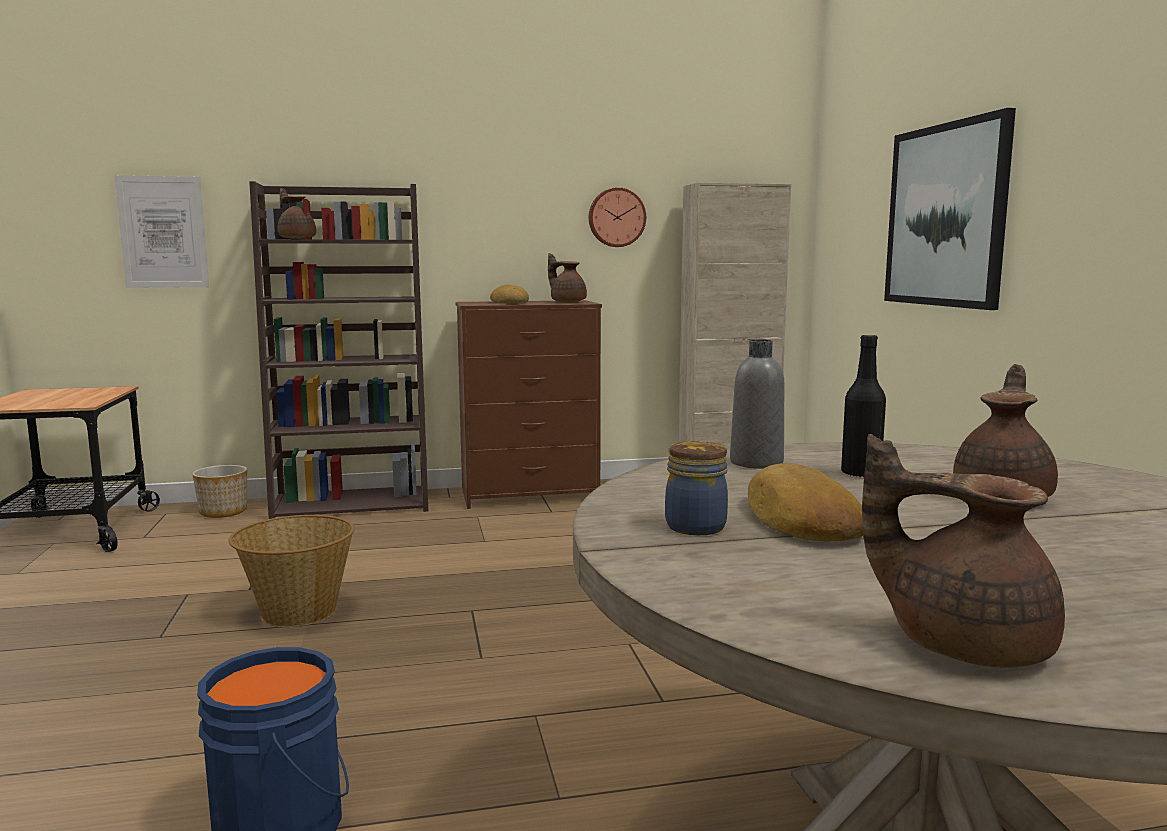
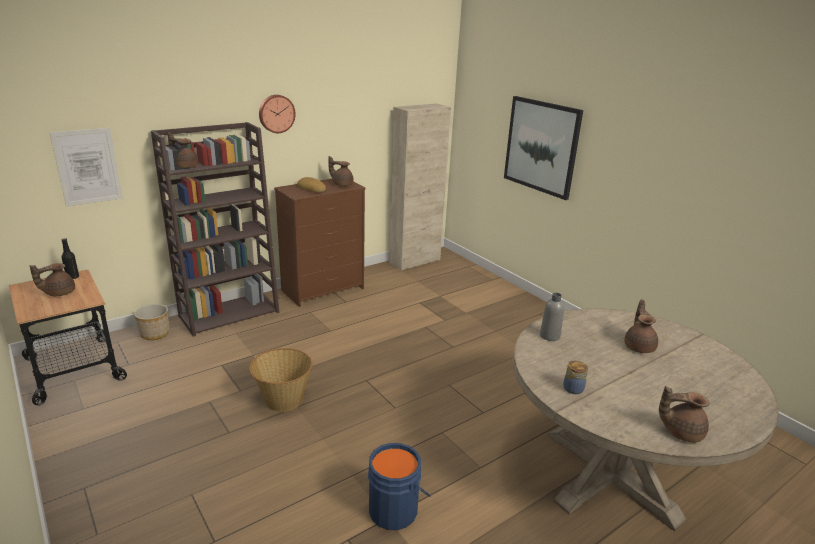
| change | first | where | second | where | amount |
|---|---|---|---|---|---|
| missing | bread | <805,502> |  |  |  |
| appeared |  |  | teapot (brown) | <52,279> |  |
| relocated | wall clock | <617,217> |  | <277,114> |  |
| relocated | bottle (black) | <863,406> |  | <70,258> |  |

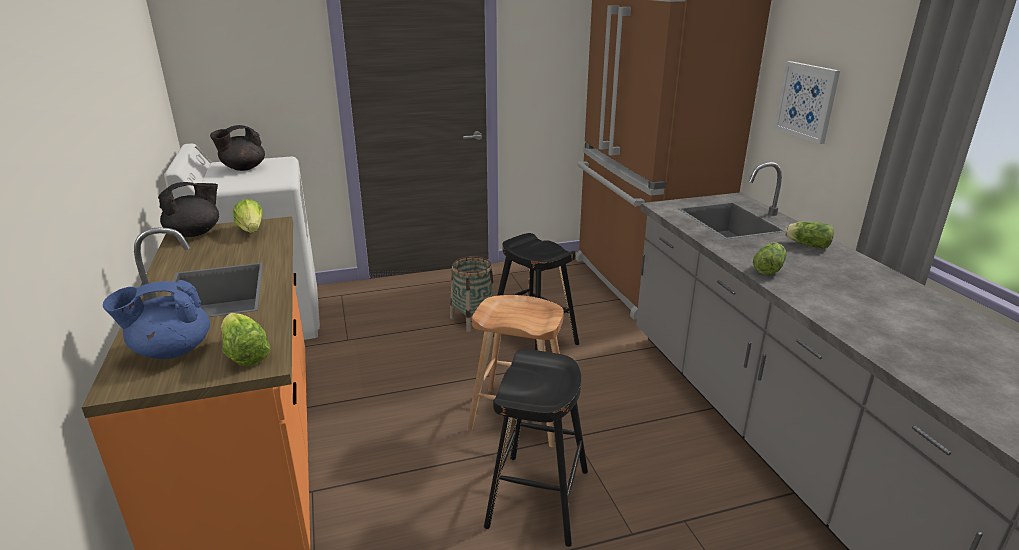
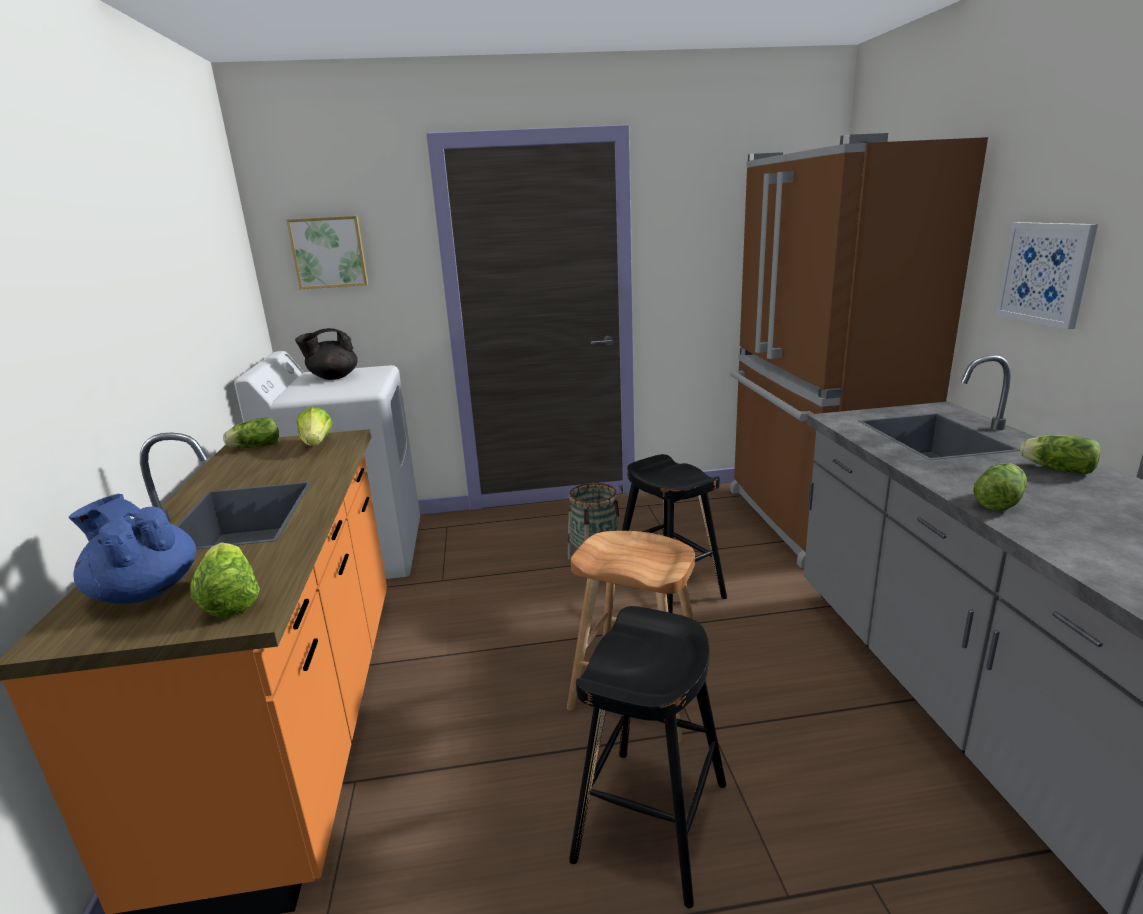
| change | first | where | second | where | amount |
|---|---|---|---|---|---|
| appeared |  |  | picture | <327,252> |  |
| exchanged | teapot (black) | <188,209> | lettuce | <251,432> |  |
| spun | teapot (blue) | <156,319> |  | <132,549> | 45 degrees clockwise |

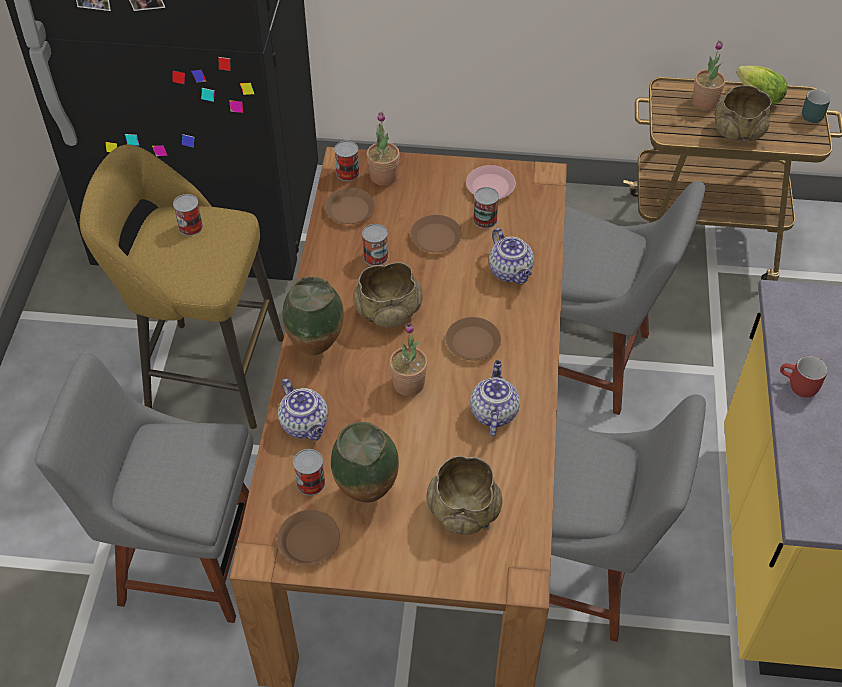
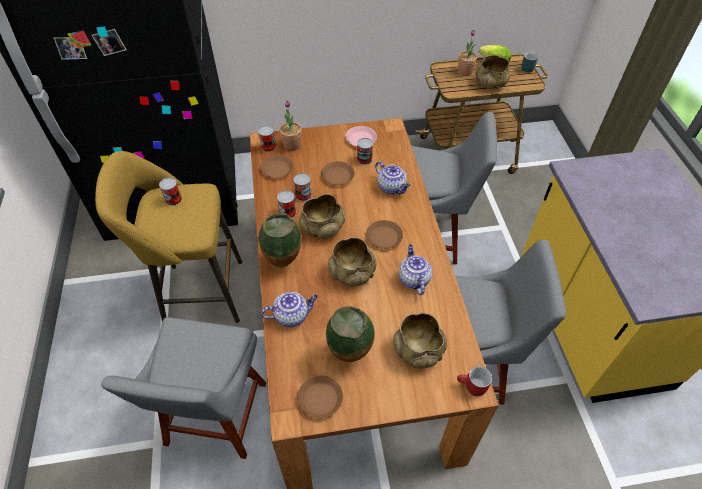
| change | first | where | second | where | amount |
|---|---|---|---|---|---|
| relocated | can | <309,472> |  | <286,204> |  |
| relocated | mug (red) | <804,377> |  | <474,381> |  |
| exchanged | potted plant | <408,359> | bowl (beige) | <352,262> |  |
| spun | chair (grey) | <144,487> |  | <183,388> | 75 degrees counterclockwise |
| spun | teapot | <303,409> |  | <289,309> | 60 degrees counterclockwise |

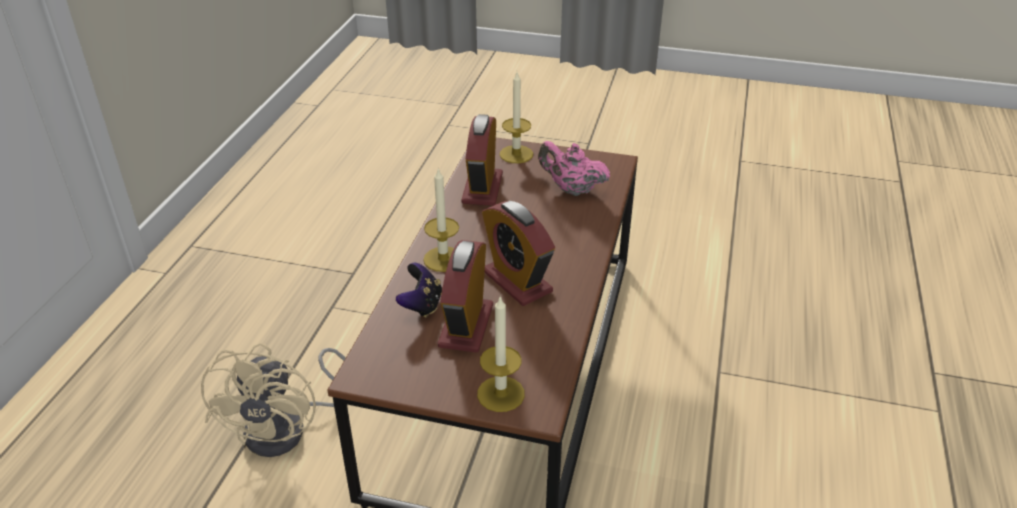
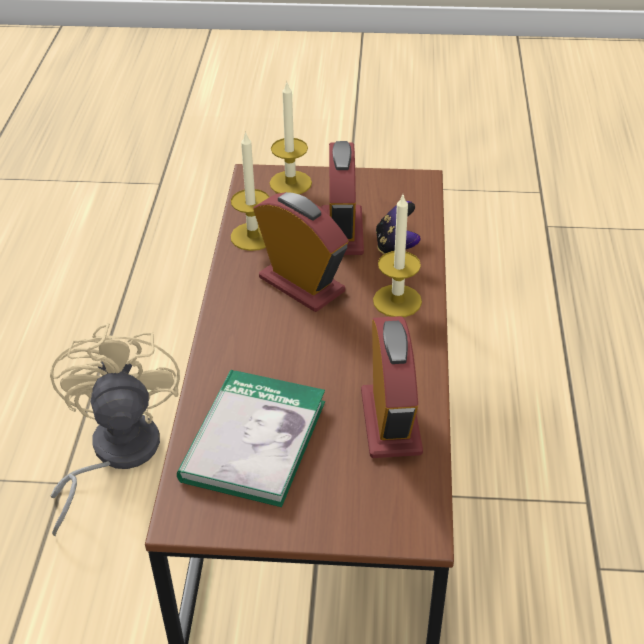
| change | first | where | second | where | amount |
|---|---|---|---|---|---|
| relocated | fan (beige) | <273,400> |  | <115,430> |  |
| relocated | candle | <516,117> |  | <250,191> |  |
| exchanged | teapot (pink) | <574,168> | book | <251,438> |  |

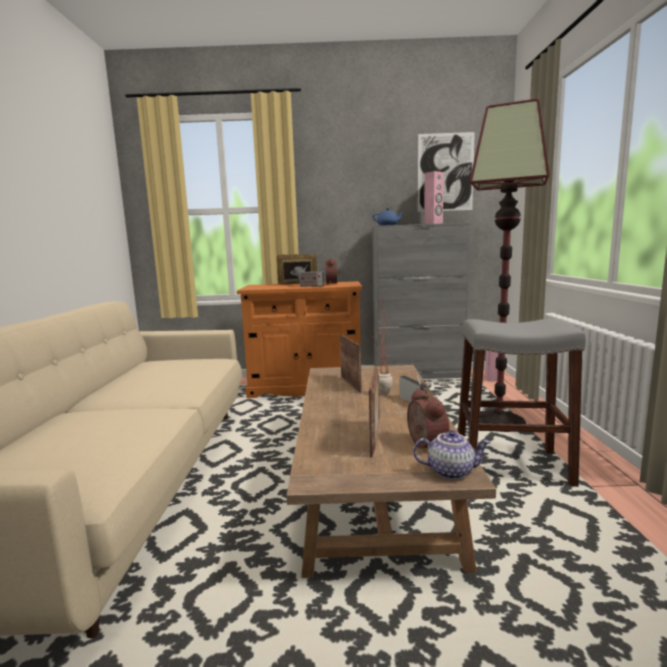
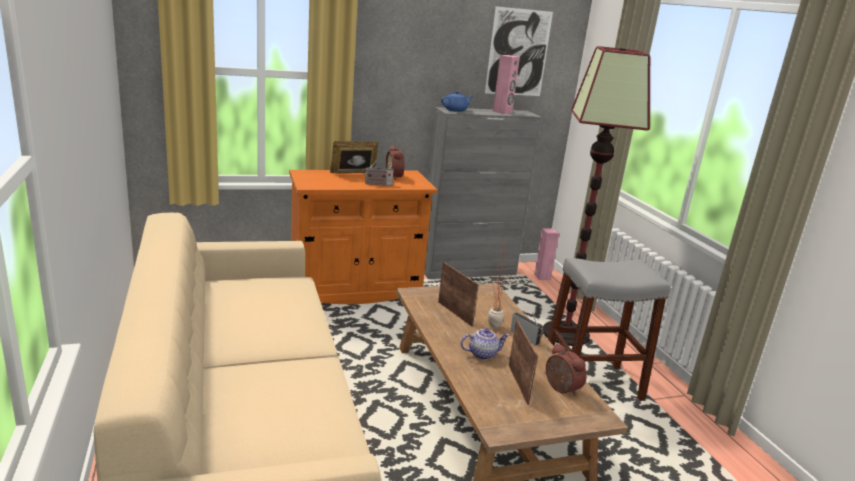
| change | first | where | second | where | amount |
|---|---|---|---|---|---|
| relocated | teapot | <452,455> |  | <485,344> |  |

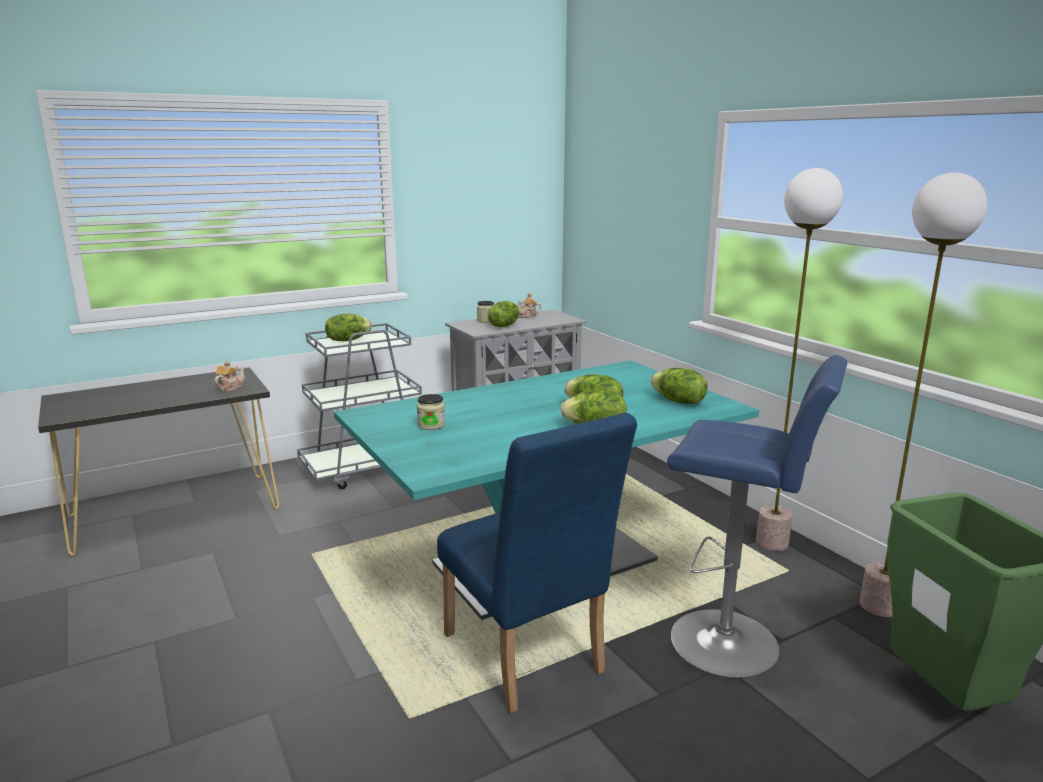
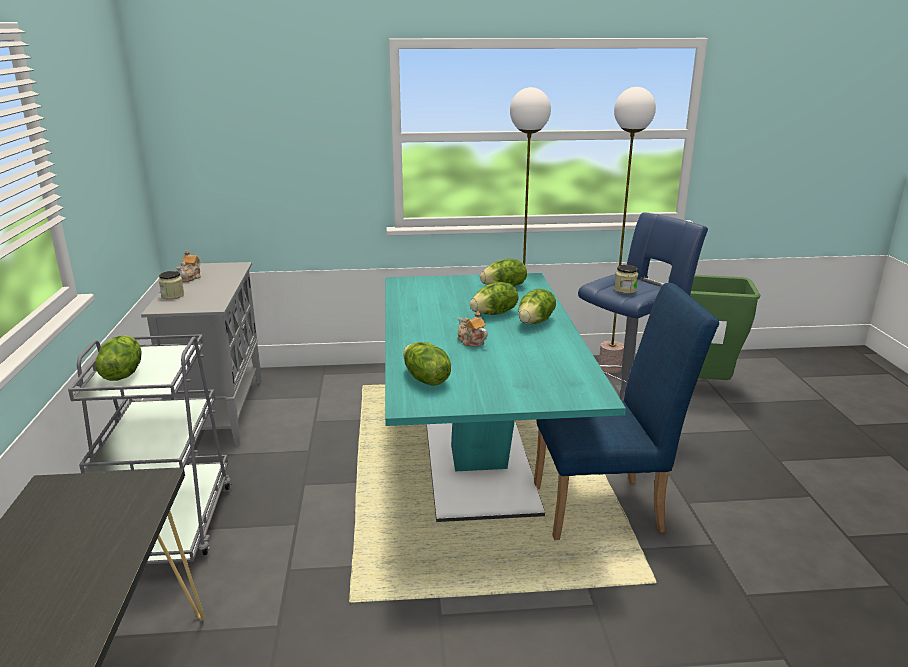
| change | first | where | second | where | amount |
|---|---|---|---|---|---|
| relocated | teapot | <229,376> |  | <472,329> |  |
| relocated | jar | <431,412> |  | <626,279> |  |
| relocated | lettuce | <503,314> |  | <427,364> |  |

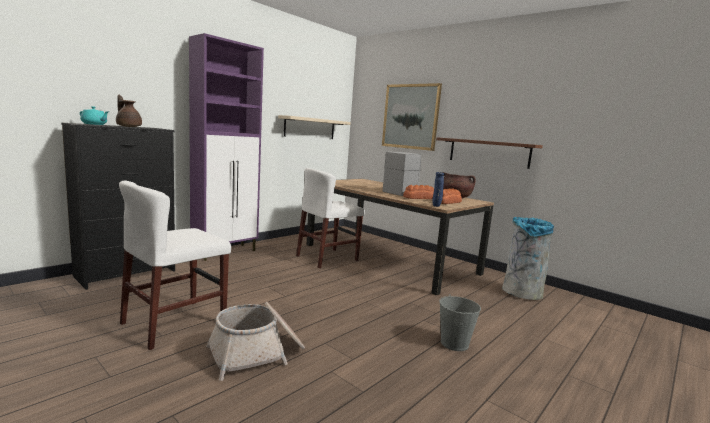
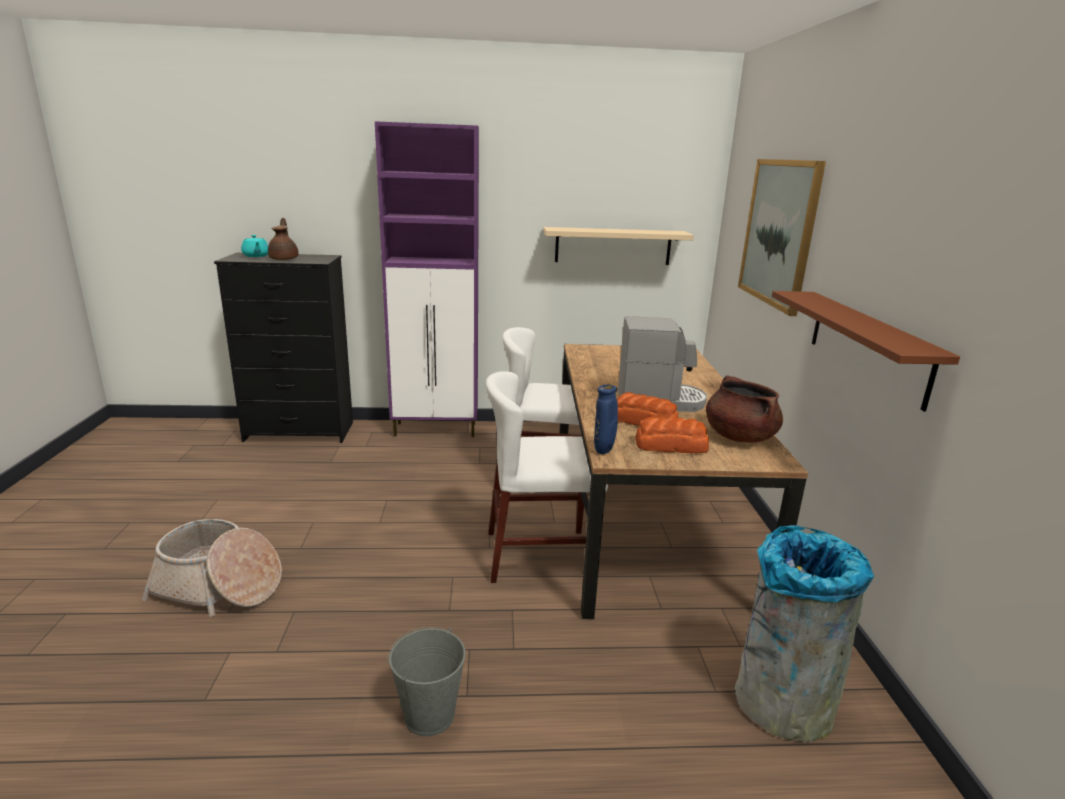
| change | first | where | second | where | amount |
|---|---|---|---|---|---|
| relocated | chair (white) | <175,265> |  | <547,477> |  |

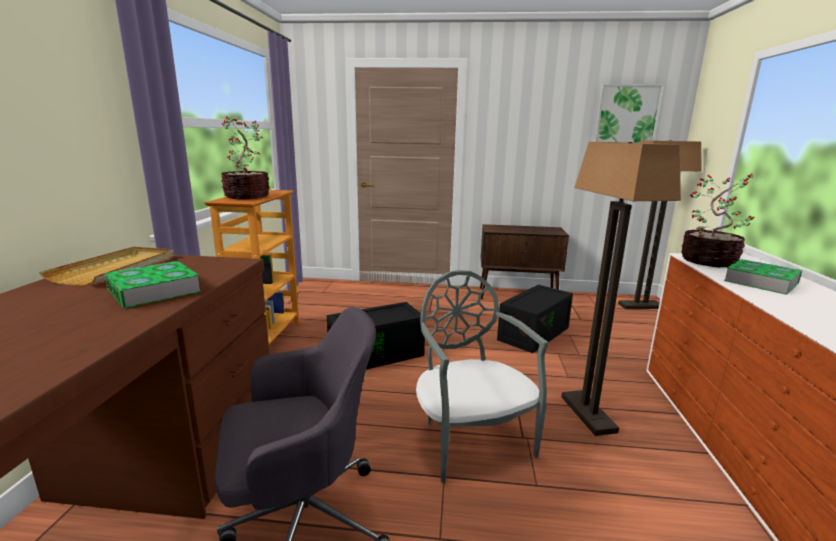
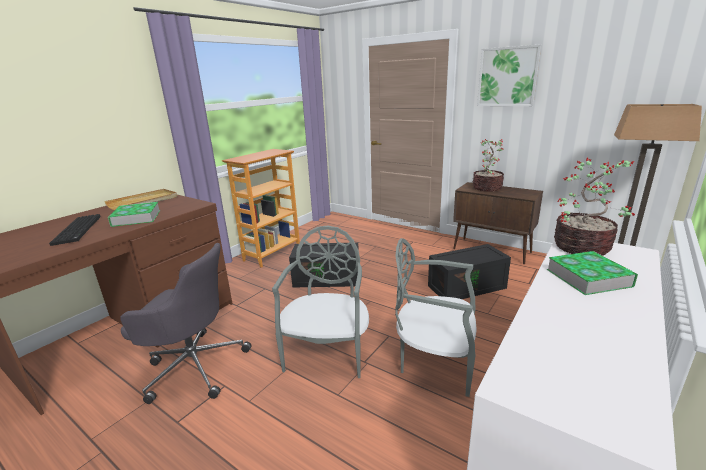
| change | first | where | second | where | amount |
|---|---|---|---|---|---|
| appeared |  |  | keyboard | <75,230> |  |
| relocated | potted plant | <245,157> |  | <488,165> |  |
| relocated | picture | <629,113> |  | <509,75> |  |
| exchanged | floor lamp | <621,289> | chair (grey) | <436,317> |  |

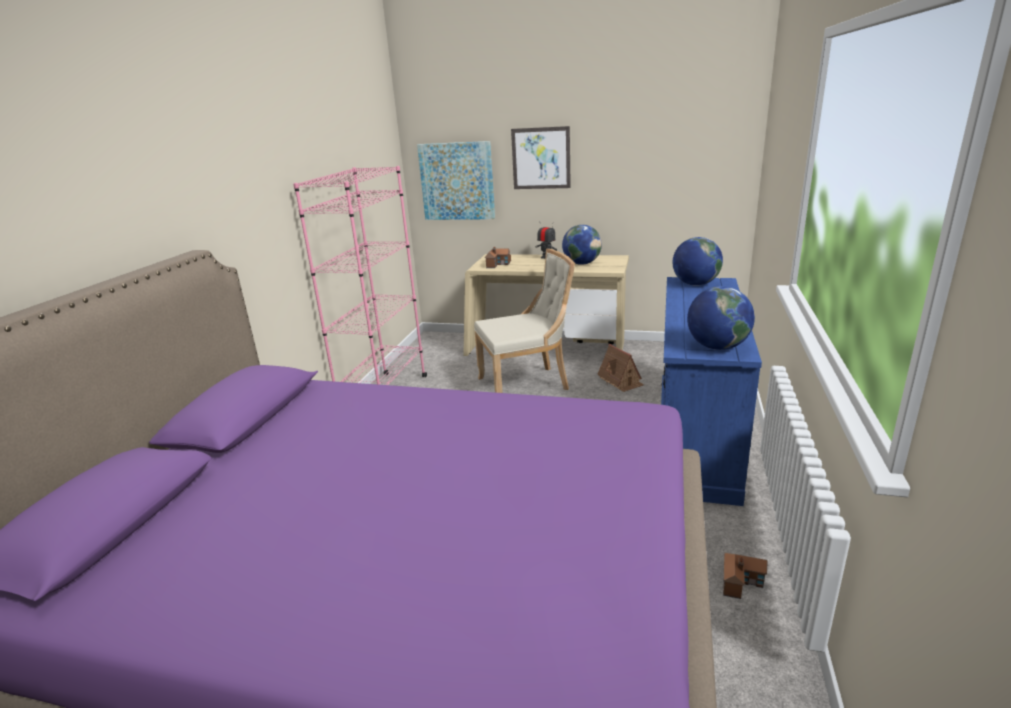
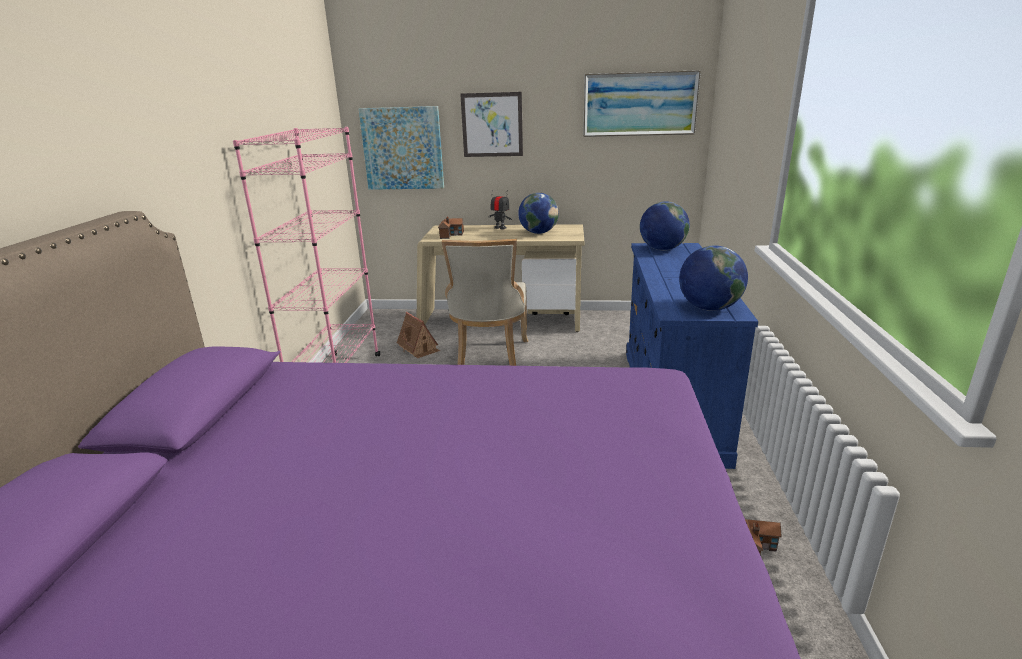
| change | first | where | second | where | amount |
|---|---|---|---|---|---|
| appeared |  |  | picture | <642,103> |  |
| relocated | toy house | <620,368> |  | <418,335> |  |
| spun | chair (beige) | <524,321> |  | <485,302> | 120 degrees clockwise |

